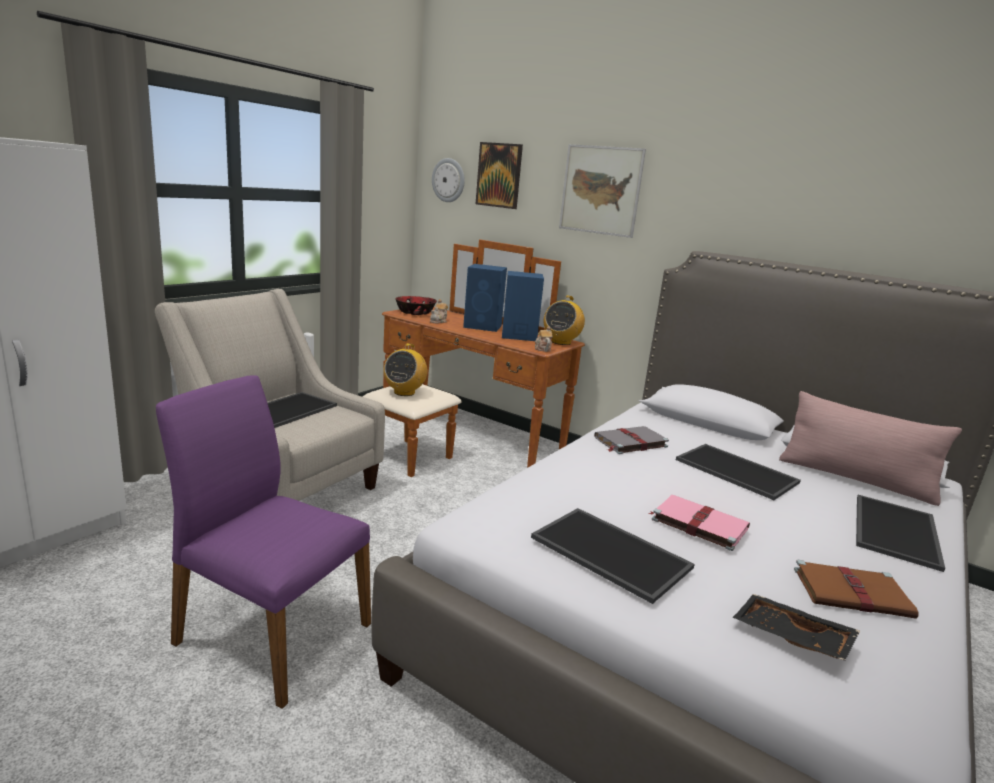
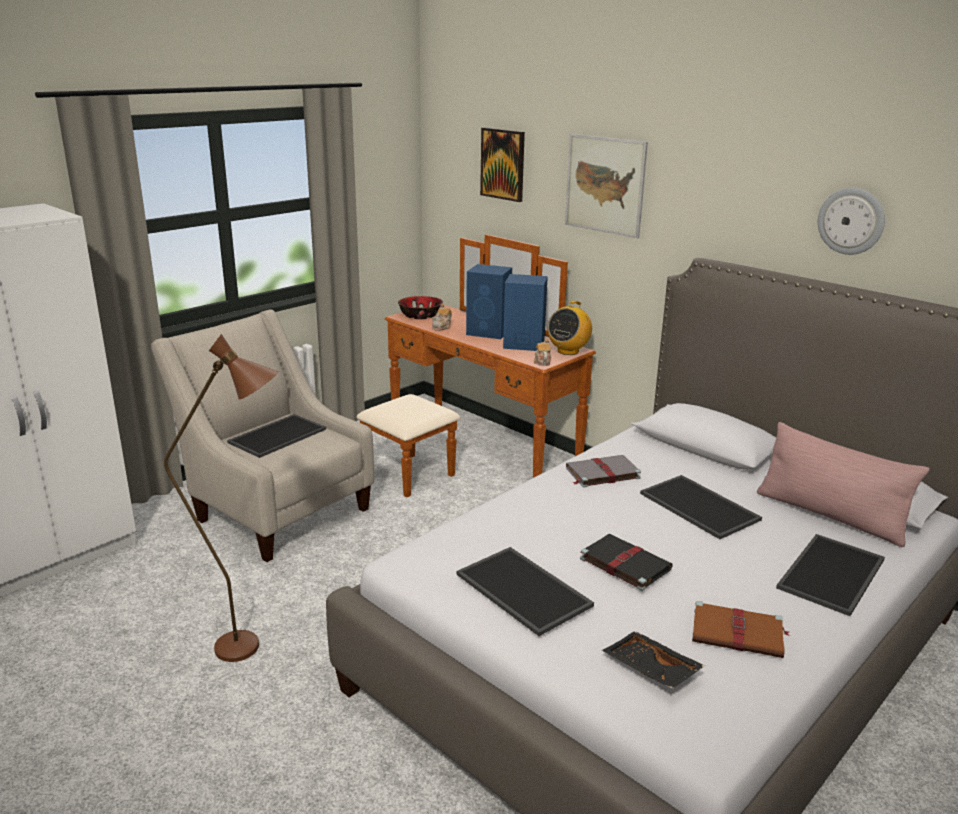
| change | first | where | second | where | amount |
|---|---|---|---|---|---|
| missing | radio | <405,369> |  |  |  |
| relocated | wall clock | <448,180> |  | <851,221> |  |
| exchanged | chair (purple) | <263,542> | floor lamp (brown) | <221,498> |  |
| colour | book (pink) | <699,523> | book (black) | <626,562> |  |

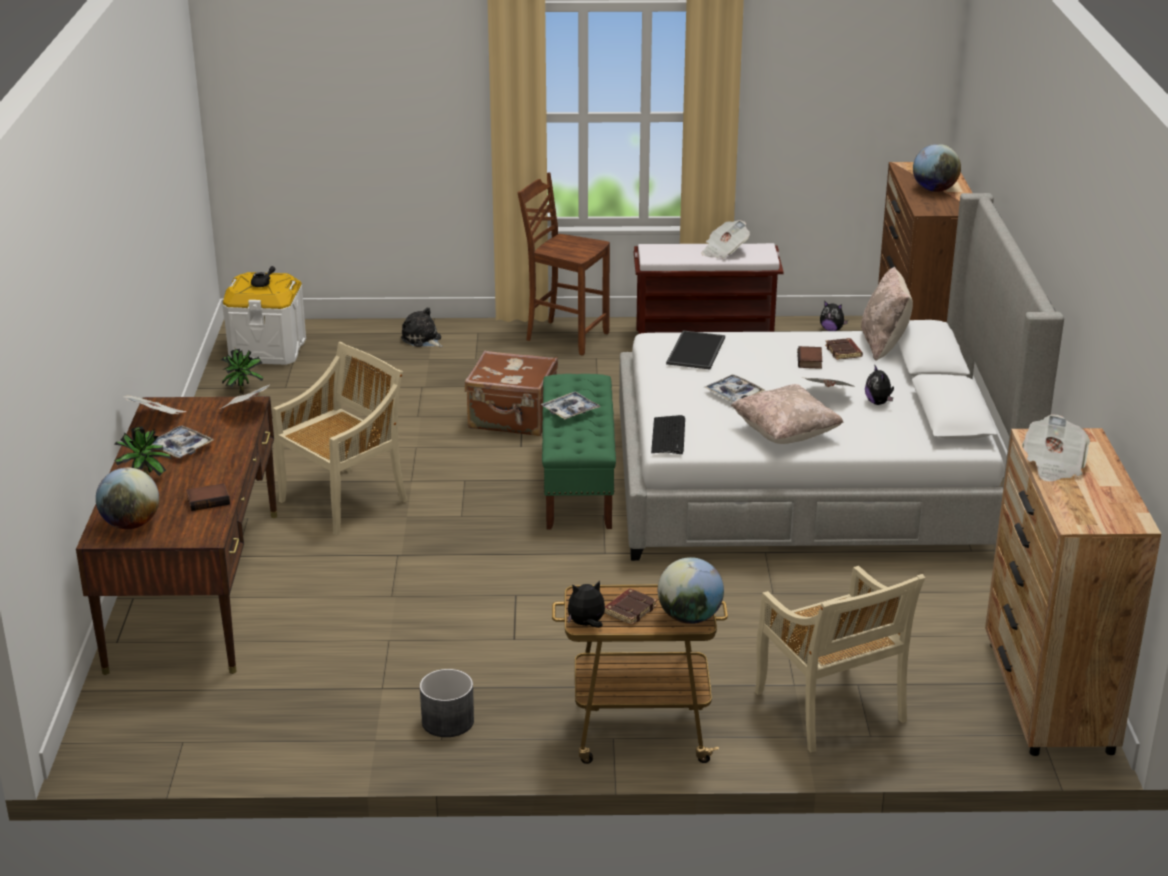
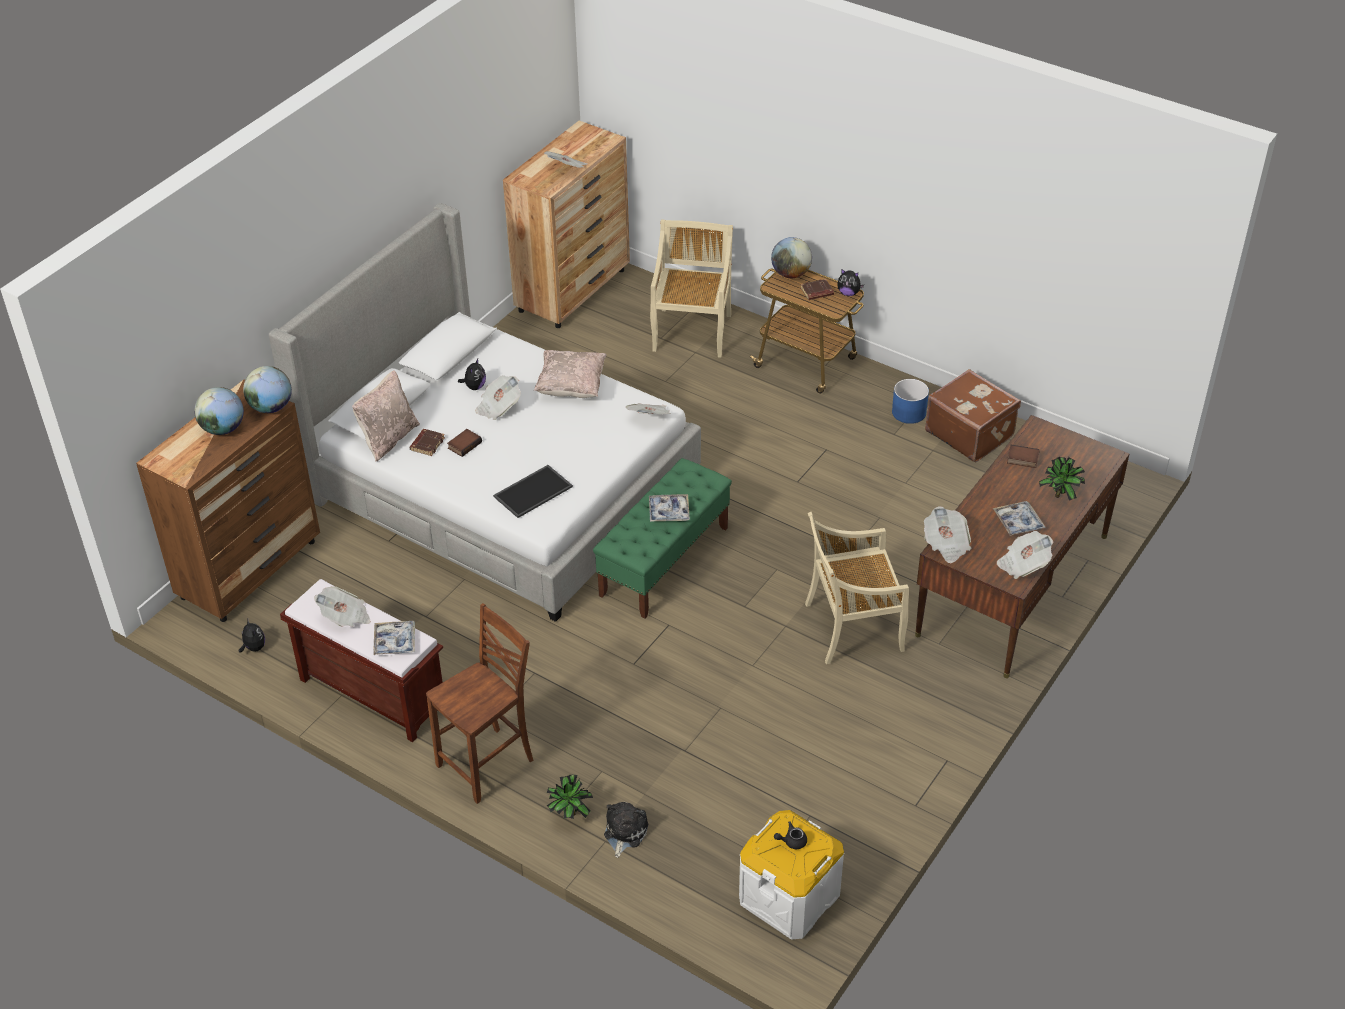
| change | first | where | second | where | amount |
|---|---|---|---|---|---|
| relocated | globe | <127,498> |  | <267,389> |  |
| relocated | potted plant | <242,371> |  | <570,797> |  |
| relocated | suitcase (brown) | <511,393> |  | <973,415> |  |
| relocated | tray | <734,388> |  | <394,638> |  |
| exchanged | keyboard | <668,434> | newspaper | <648,409> |  |
| colour | planter (grey) | <447,703> | planter (blue) | <910,401> |  |
| spun | plush toy | <422,327> |  | <626,830> | 150 degrees counterclockwise |
| spun | chair (brown) | <564,263> |  | <479,703> | 105 degrees counterclockwise |

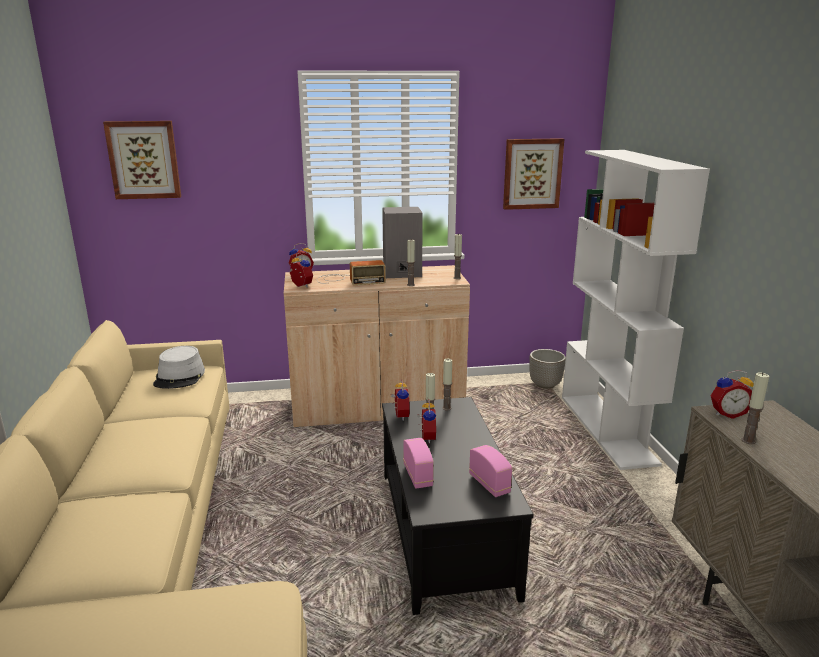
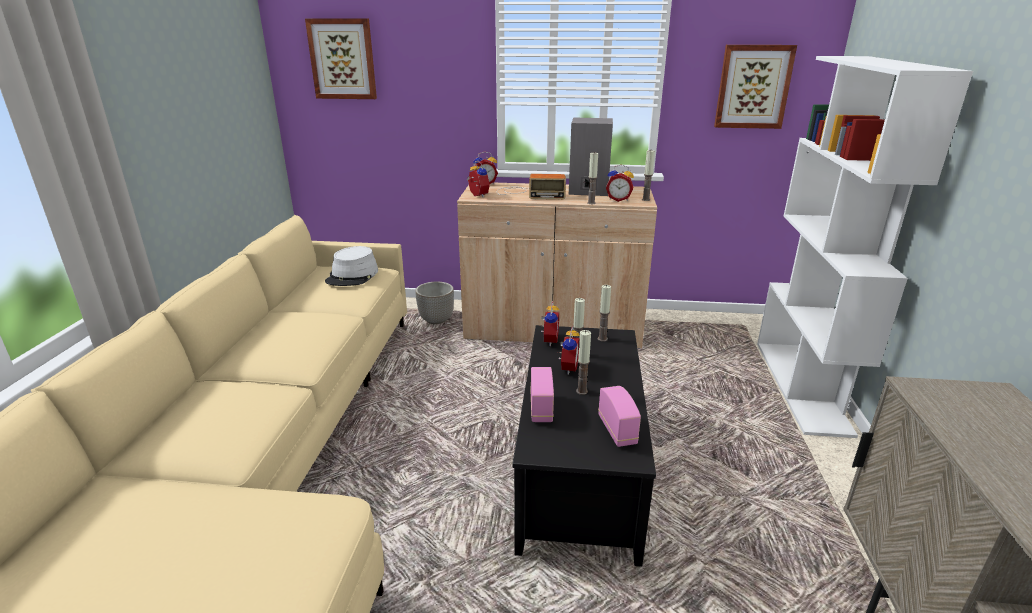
| change | first | where | second | where | amount |
|---|---|---|---|---|---|
| relocated | planter | <547,369> |  | <434,303> |  |
| relocated | alarm clock | <732,394> |  | <620,183> |  |
| relocated | candle | <755,408> |  | <583,362> |  |

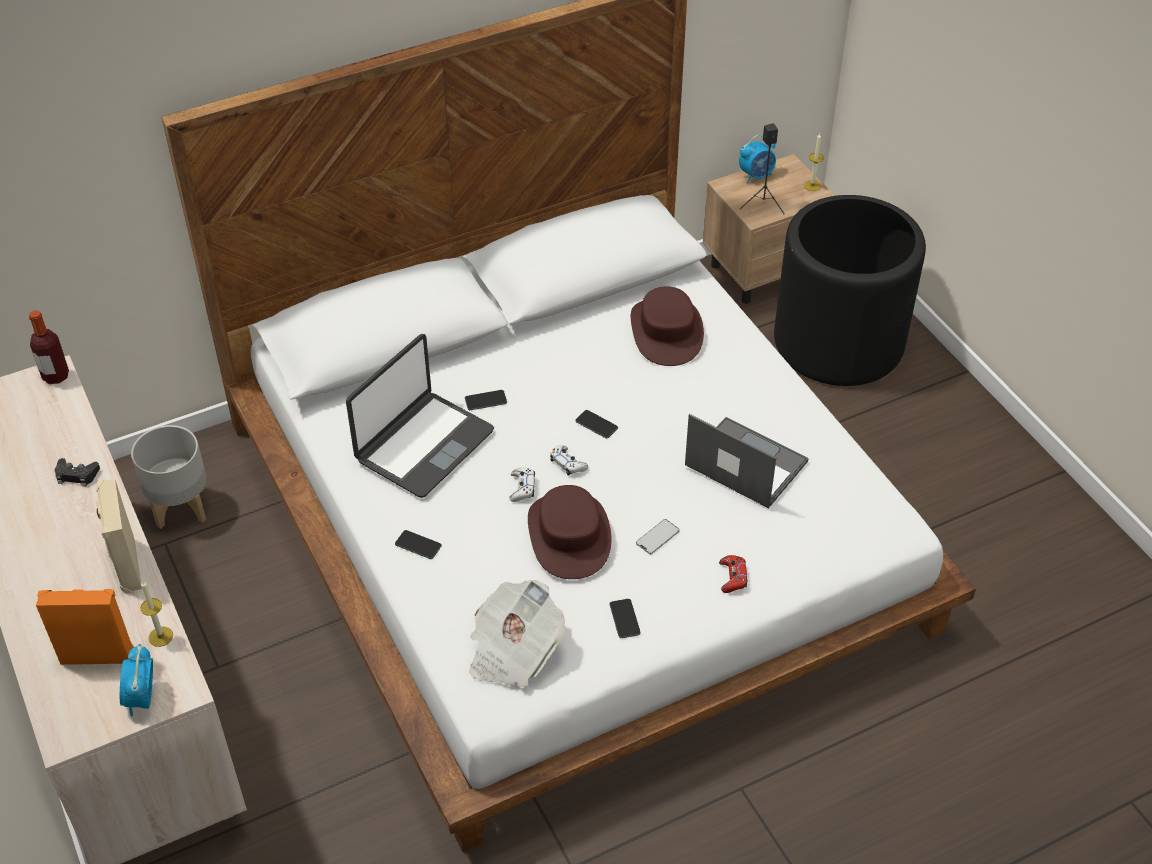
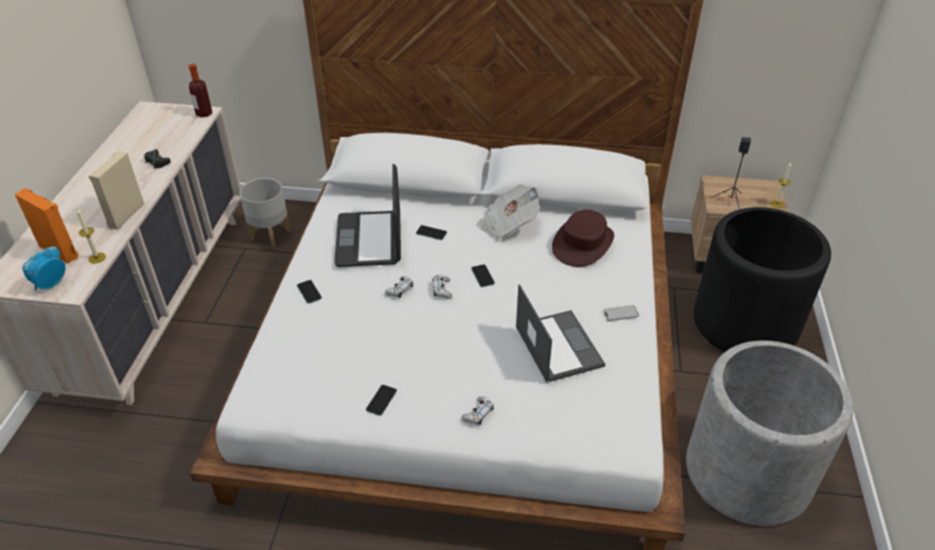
| change | first | where | second | where | amount |
|---|---|---|---|---|---|
| missing | hat (brown) | <569,532> |  |  |  |
| missing | alarm clock | <757,159> |  |  |  |
| appeared |  |  | planter (grey) | <769,433> |  |
| relocated | newspaper | <517,633> |  | <509,212> |  |
| relocated | phone | <658,536> |  | <621,313> |  |
| colour | game controller (red) | <733,574> | game controller (white) | <477,410> |  |
| spun | laptop | <420,416> |  | <367,215> | 105 degrees clockwise |

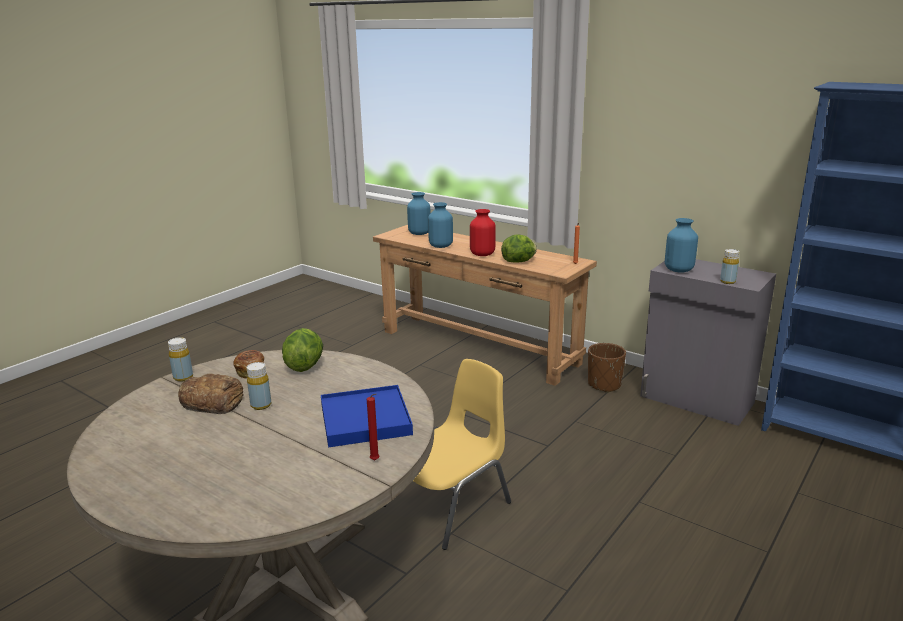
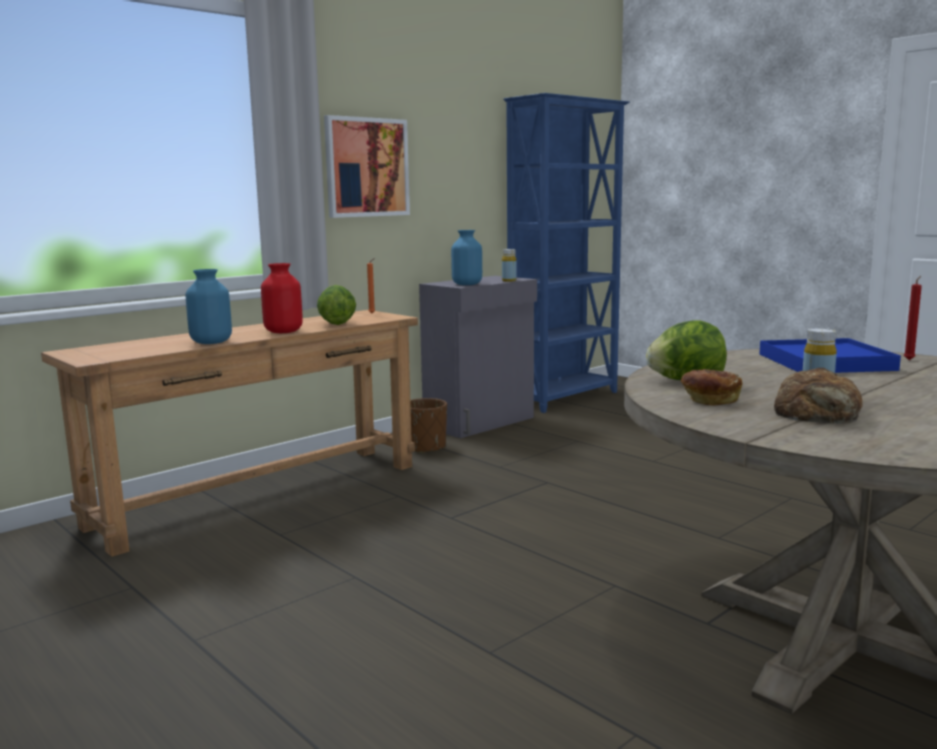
| change | first | where | second | where | amount |
|---|---|---|---|---|---|
| missing | bottle (yellow) | <180,359> |  |  |  |
| missing | chair (yellow) | <447,454> |  |  |  |
| missing | vase (blue) | <418,213> |  |  |  |
| appeared |  |  | picture | <367,166> |  |

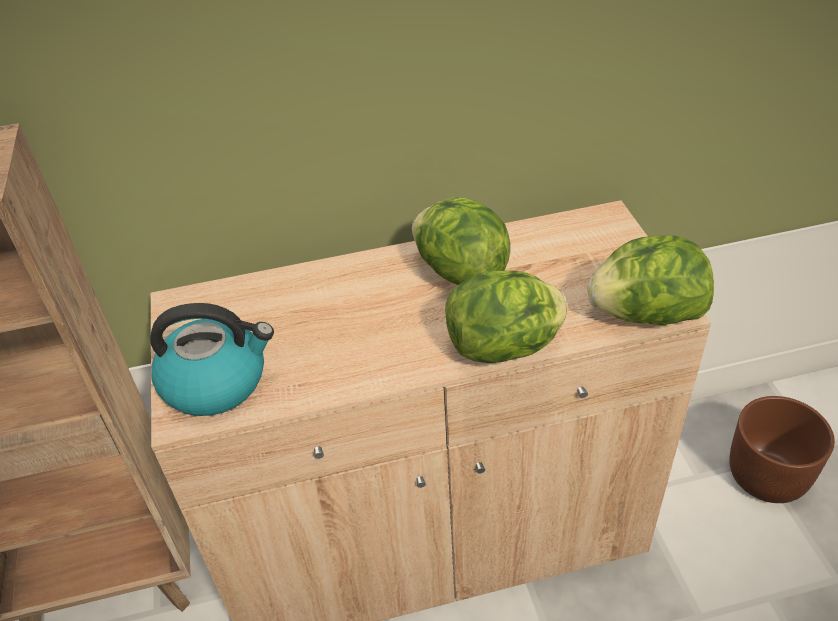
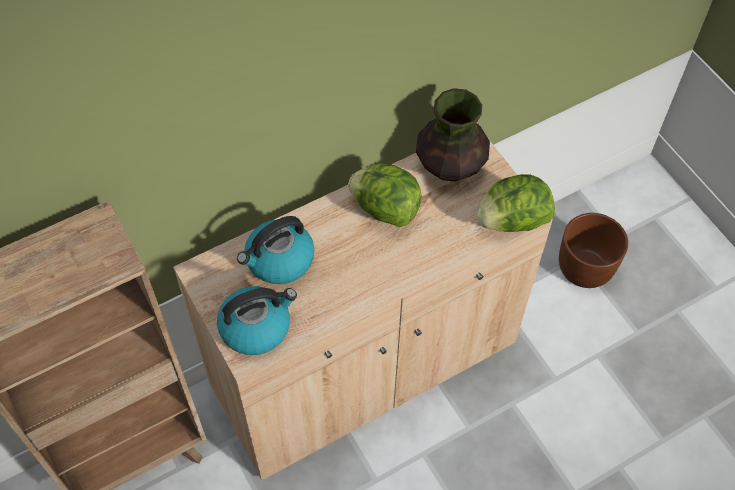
| change | first | where | second | where | amount |
|---|---|---|---|---|---|
| missing | lettuce | <506,317> |  |  |  |
| appeared |  |  | kettle | <276,250> |  |
| appeared |  |  | vase | <453,135> |  |

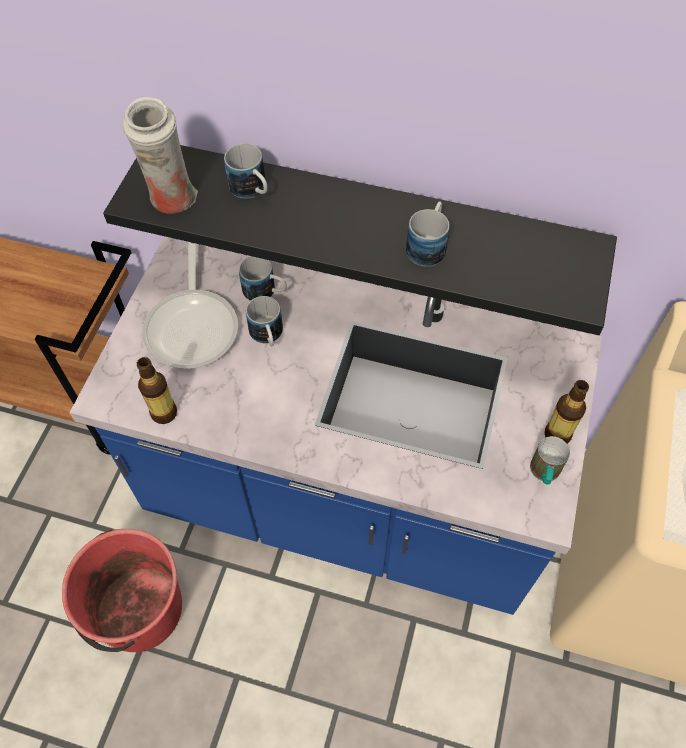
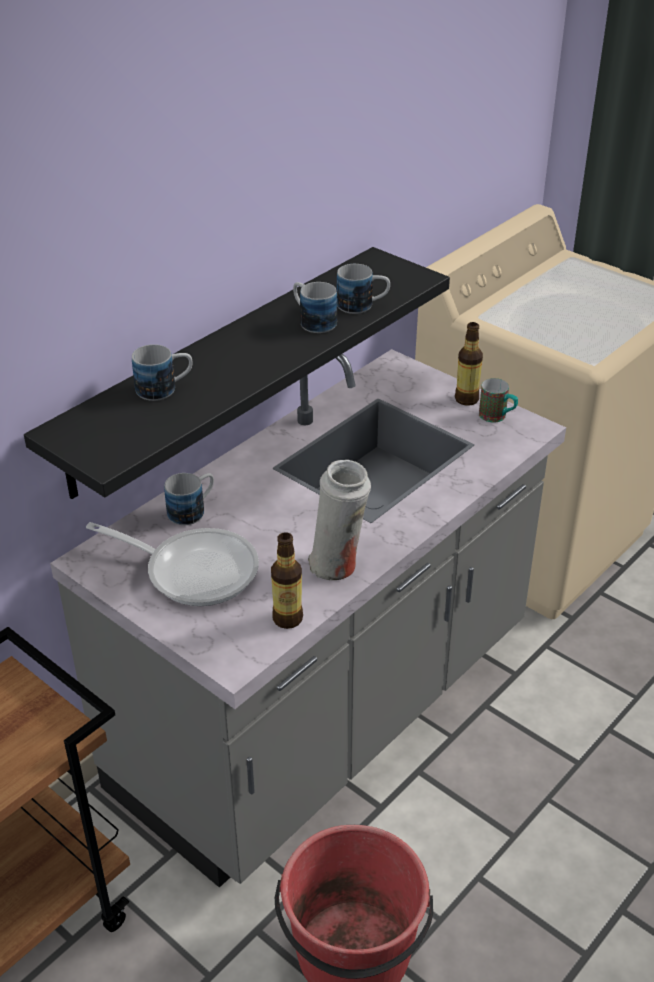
| change | first | where | second | where | amount |
|---|---|---|---|---|---|
| relocated | vase (white) | <160,155> |  | <339,520> |  |
| relocated | mug | <264,321> |  | <363,289> |  |
| colour | counter (blue) | <335,426> | counter (grey) | <308,618> |  |

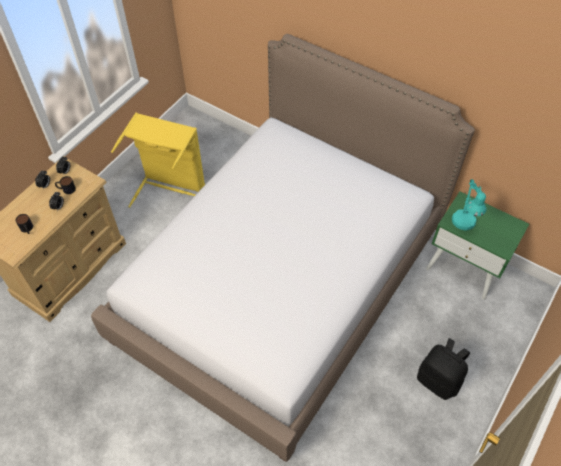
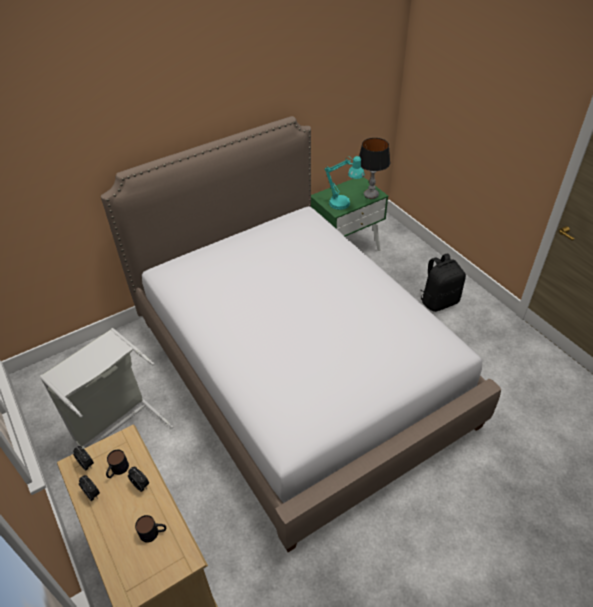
| change | first | where | second | where | amount |
|---|---|---|---|---|---|
| appeared |  |  | table lamp | <374,168> |  |
| colour | laundry basket (yellow) | <158,160> | laundry basket (grey) | <106,388> |  |

